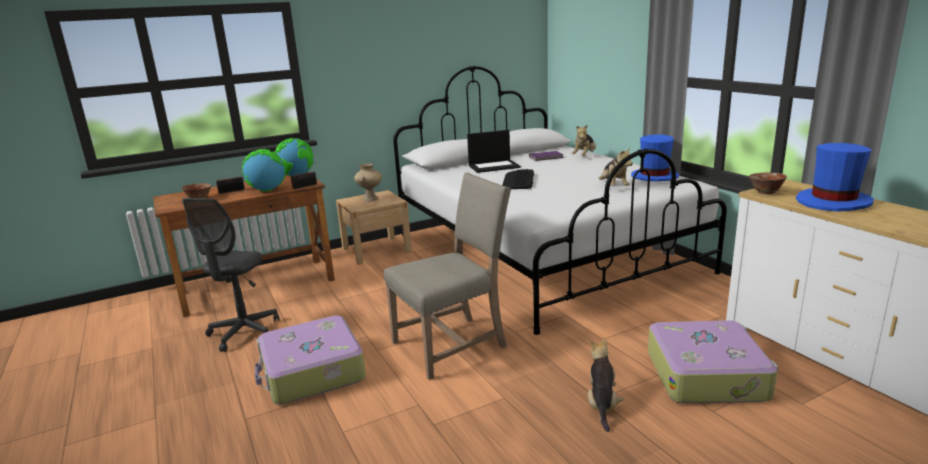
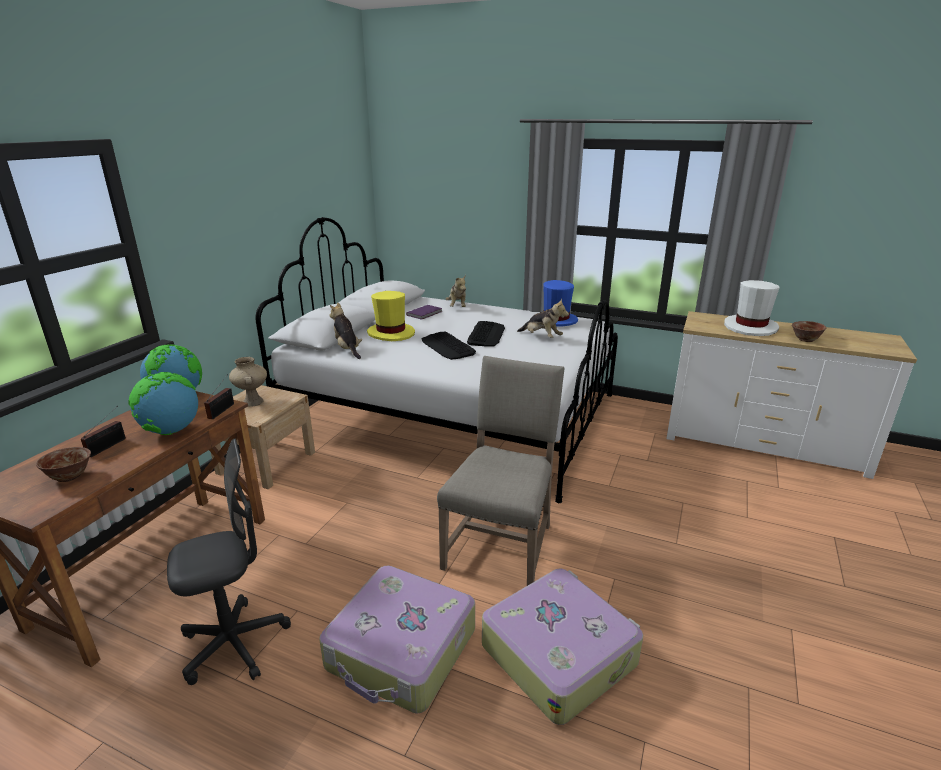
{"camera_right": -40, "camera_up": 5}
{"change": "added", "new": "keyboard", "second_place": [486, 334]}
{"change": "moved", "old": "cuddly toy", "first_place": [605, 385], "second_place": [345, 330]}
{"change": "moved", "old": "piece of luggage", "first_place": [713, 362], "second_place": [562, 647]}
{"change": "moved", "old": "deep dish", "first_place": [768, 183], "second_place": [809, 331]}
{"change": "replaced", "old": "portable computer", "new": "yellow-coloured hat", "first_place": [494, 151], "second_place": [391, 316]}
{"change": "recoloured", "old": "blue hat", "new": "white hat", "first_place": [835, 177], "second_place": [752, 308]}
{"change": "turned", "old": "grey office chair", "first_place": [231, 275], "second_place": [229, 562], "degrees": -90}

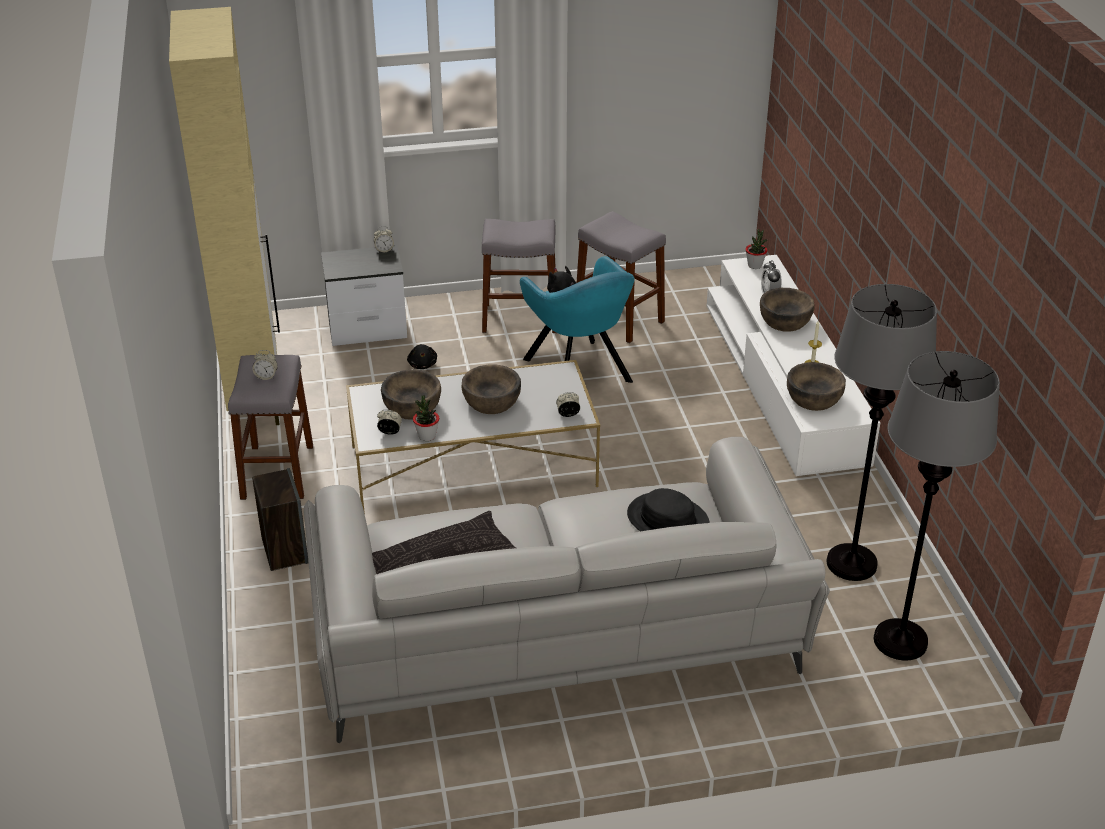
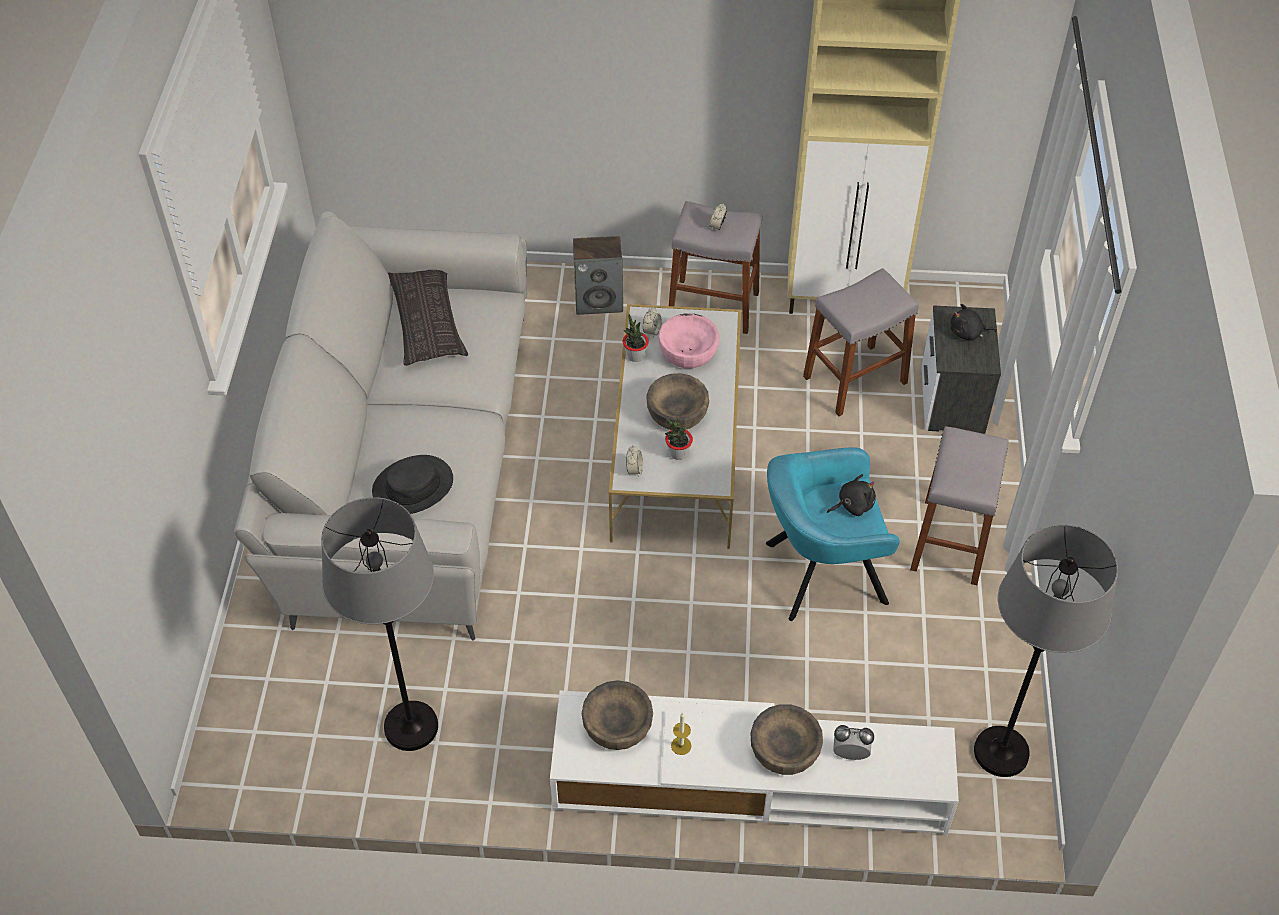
{"camera_right": 105, "camera_up": 15}
{"change": "removed", "old": "bedside clock", "first_place": [384, 239]}
{"change": "moved", "old": "blackish cuddly toy", "first_place": [422, 356], "second_place": [973, 322]}
{"change": "moved", "old": "grey stool", "first_place": [621, 277], "second_place": [861, 342]}
{"change": "moved", "old": "plant in a pot", "first_place": [756, 249], "second_place": [679, 439]}
{"change": "moved", "old": "grey floor lamp", "first_place": [937, 505], "second_place": [1046, 650]}
{"change": "recoloured", "old": "brownish deep dish", "new": "pink-coloured deep dish", "first_place": [411, 394], "second_place": [689, 341]}

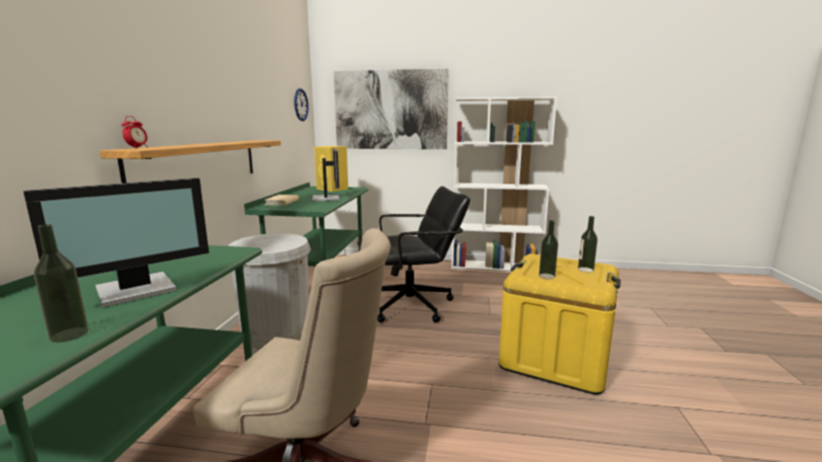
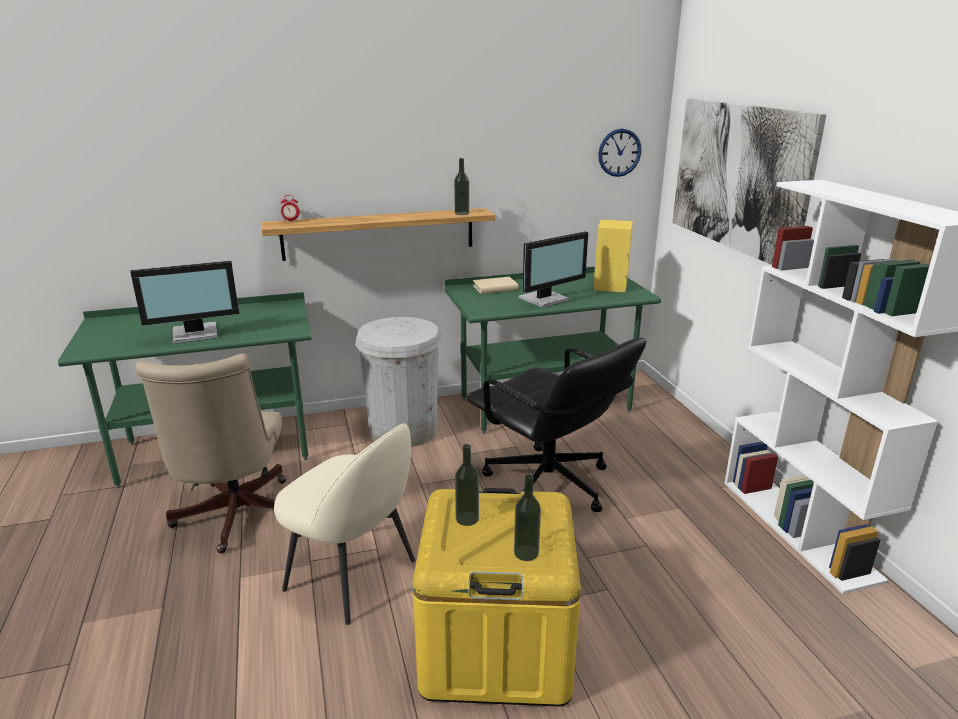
{"camera_right": 65, "camera_up": 10}
{"change": "added", "new": "beige-coloured upright chair", "second_place": [344, 524]}
{"change": "moved", "old": "drink bottle", "first_place": [61, 283], "second_place": [461, 186]}
{"change": "turned", "old": "monitor", "first_place": [116, 243], "second_place": [184, 302], "degrees": -45}

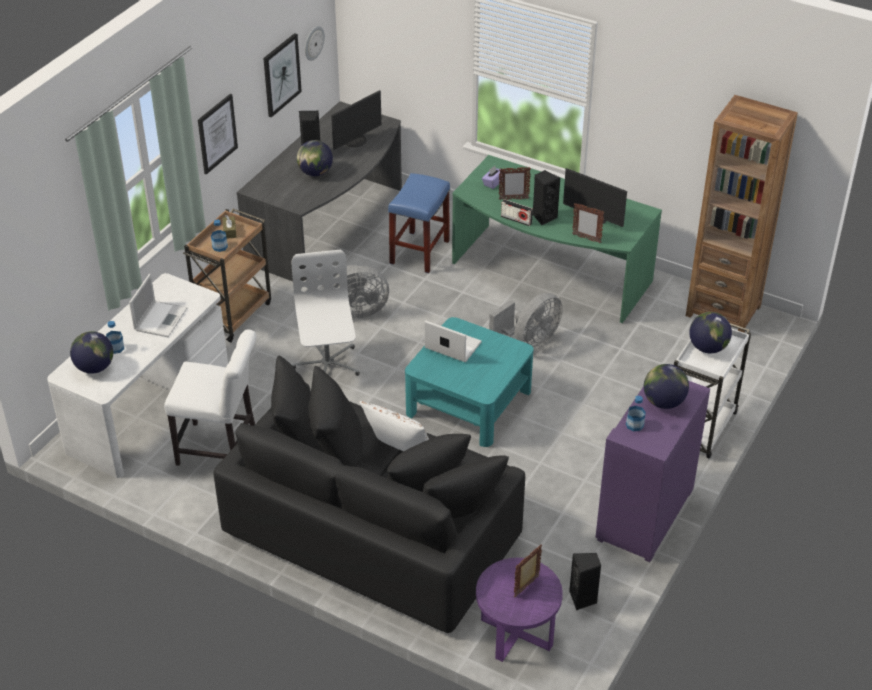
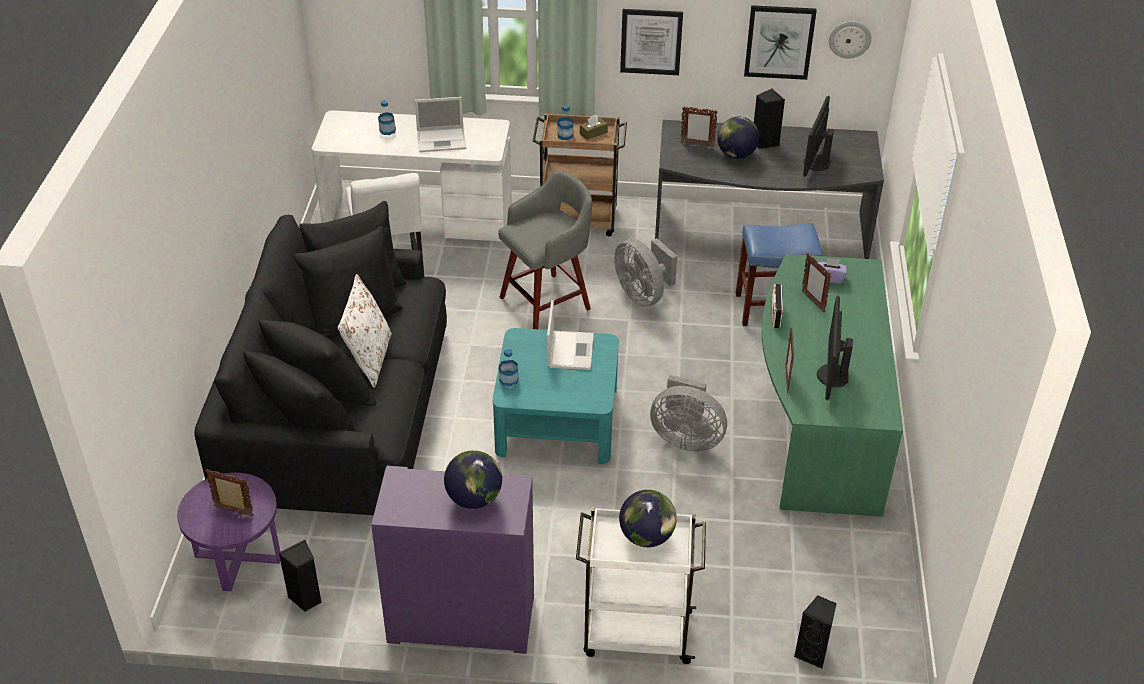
{"camera_right": 65, "camera_up": 0}
{"change": "removed", "old": "world globe", "first_place": [91, 352]}
{"change": "removed", "old": "brownish bookshelf", "first_place": [742, 214]}
{"change": "added", "new": "photo frame", "second_place": [699, 127]}
{"change": "moved", "old": "blackish speaker", "first_place": [546, 197], "second_place": [815, 632]}
{"change": "moved", "old": "drink bottle", "first_place": [636, 413], "second_place": [508, 368]}
{"change": "replaced", "old": "white office chair", "new": "grey stool", "first_place": [326, 313], "second_place": [545, 249]}
{"change": "turned", "old": "monitor", "first_place": [356, 120], "second_place": [818, 136], "degrees": 90}

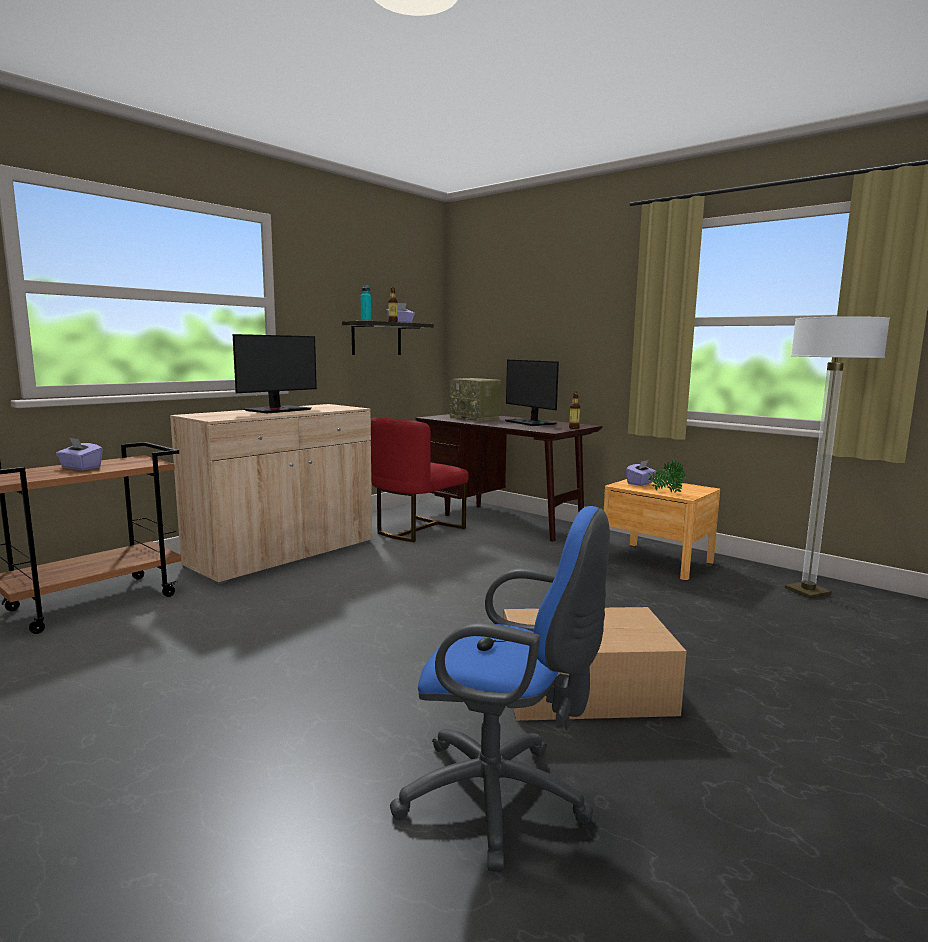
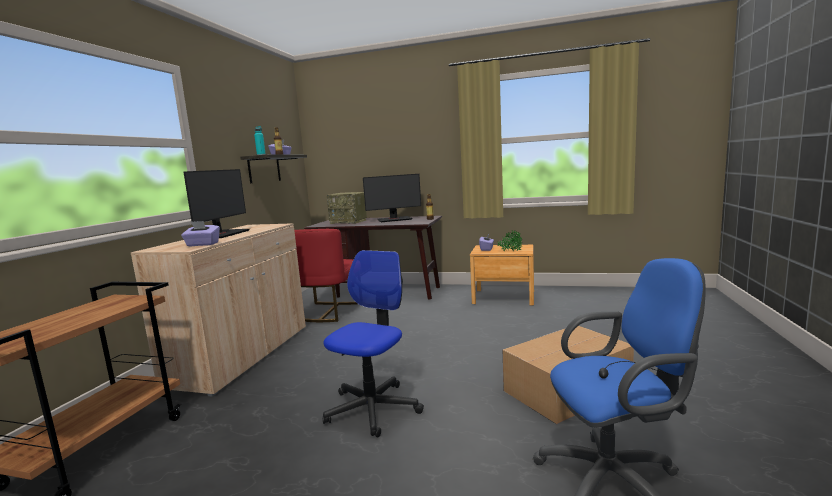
{"camera_right": -25, "camera_up": 0}
{"change": "removed", "old": "floor lamp", "first_place": [837, 457]}
{"change": "added", "new": "office chair", "second_place": [373, 344]}
{"change": "moved", "old": "purple tissue box", "first_place": [79, 454], "second_place": [200, 233]}
{"change": "turned", "old": "monitor", "first_place": [532, 393], "second_place": [392, 198], "degrees": -45}

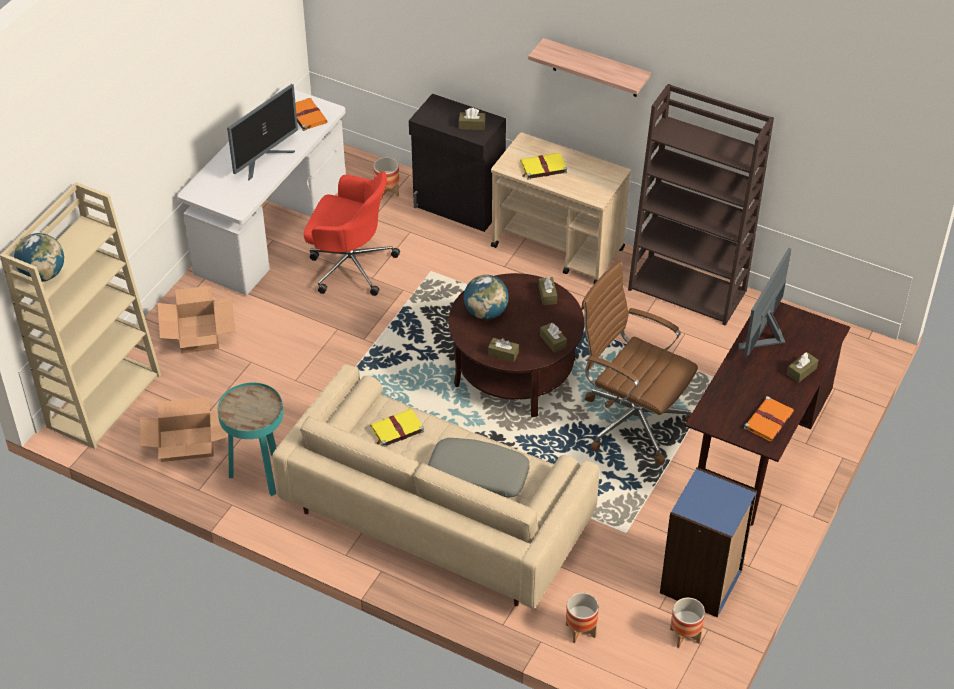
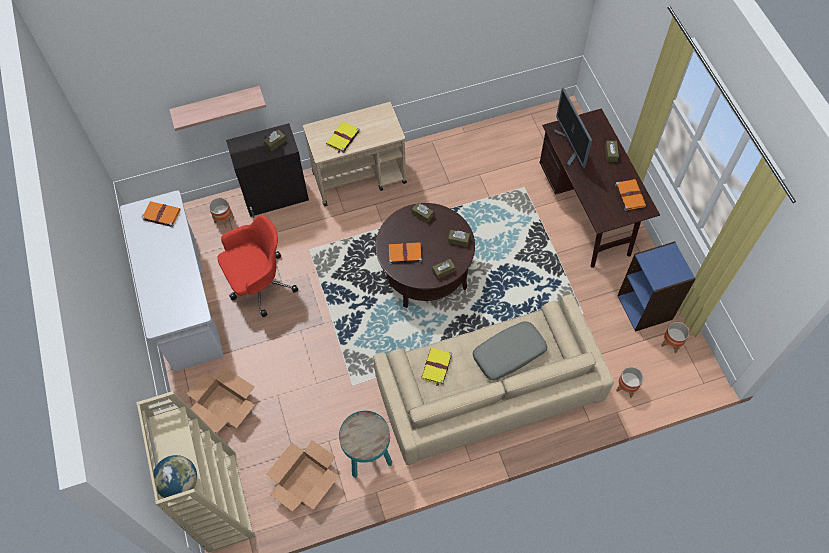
{"camera_right": -45, "camera_up": 15}
{"change": "removed", "old": "monitor", "first_place": [262, 132]}
{"change": "removed", "old": "brownish office chair", "first_place": [639, 363]}
{"change": "removed", "old": "brownish bookshelf", "first_place": [701, 205]}
{"change": "moved", "old": "bracket shelf", "first_place": [589, 67], "second_place": [217, 108]}
{"change": "replaced", "old": "world globe", "new": "orange bound book", "first_place": [486, 297], "second_place": [404, 253]}

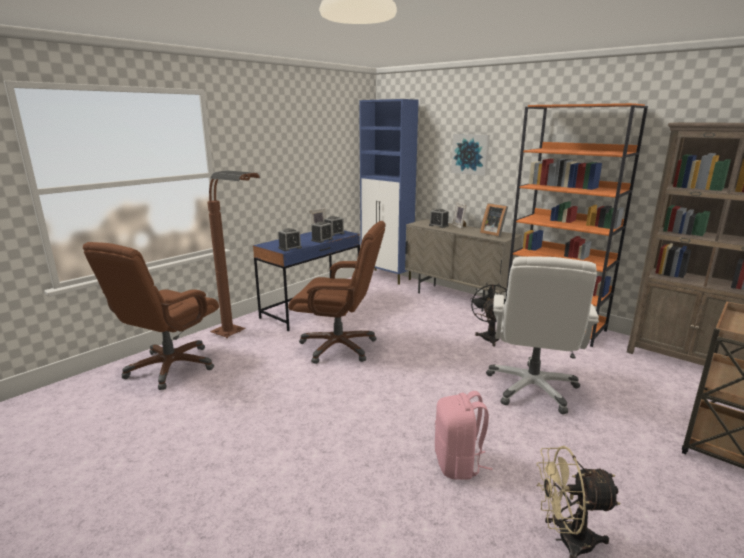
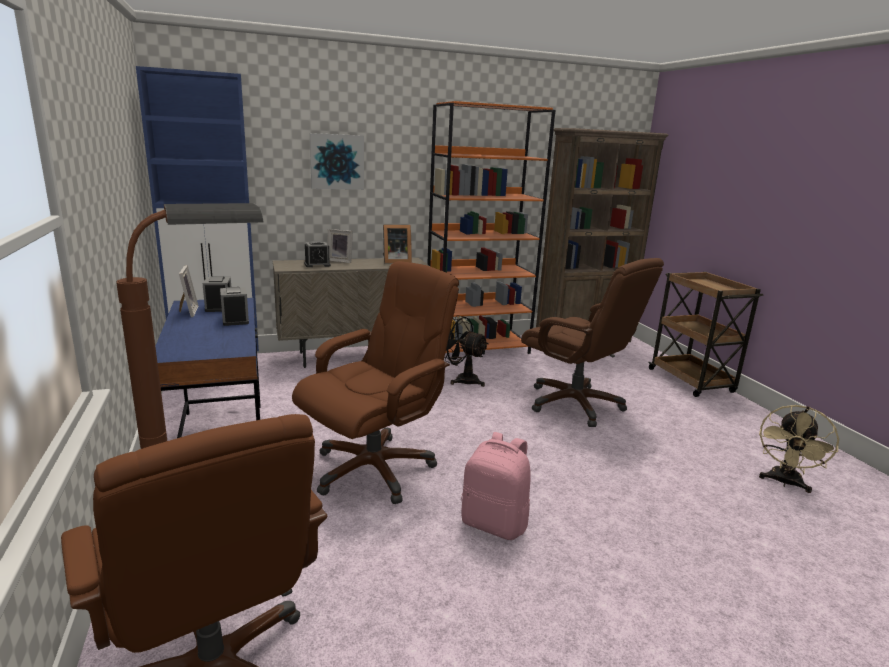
{"camera_right": -60, "camera_up": 0}
{"change": "removed", "old": "bedside clock", "first_place": [290, 239]}
{"change": "moved", "old": "pink-coloured knapsack", "first_place": [463, 435], "second_place": [496, 486]}
{"change": "recoloured", "old": "white office chair", "new": "brownish office chair", "first_place": [542, 335], "second_place": [592, 342]}

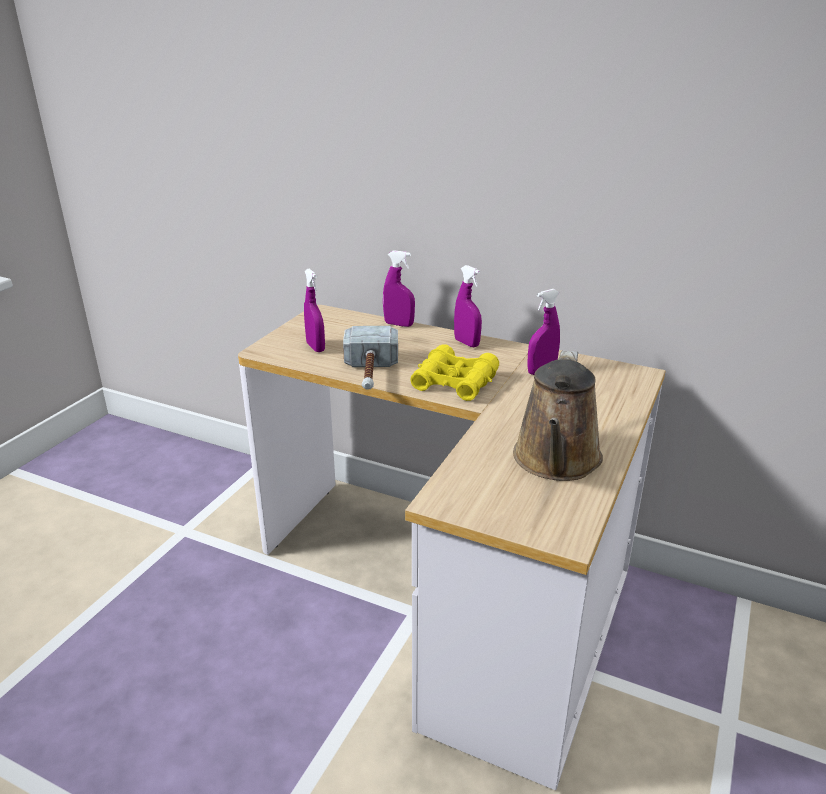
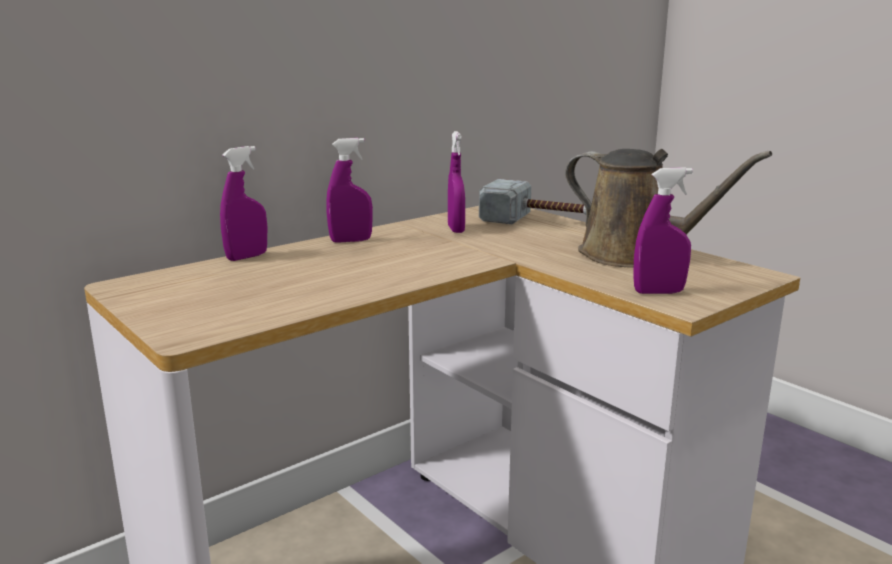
{"camera_right": -65, "camera_up": -10}
{"change": "removed", "old": "yellow-coloured pair of binoculars", "first_place": [454, 372]}
{"change": "moved", "old": "purple sprayer", "first_place": [314, 310], "second_place": [663, 230]}
{"change": "moved", "old": "tool hammer", "first_place": [370, 358], "second_place": [533, 201]}

